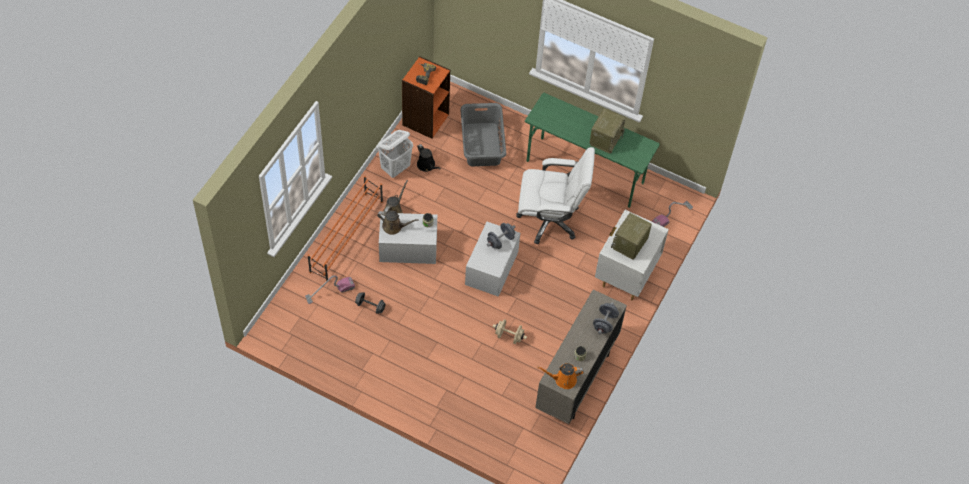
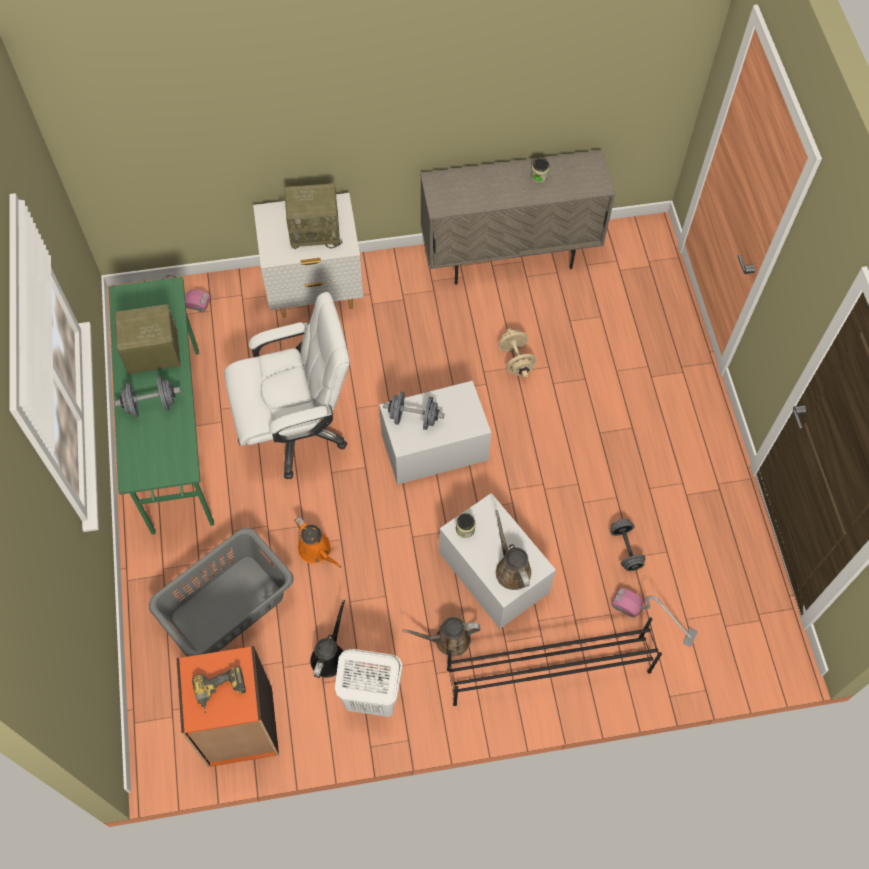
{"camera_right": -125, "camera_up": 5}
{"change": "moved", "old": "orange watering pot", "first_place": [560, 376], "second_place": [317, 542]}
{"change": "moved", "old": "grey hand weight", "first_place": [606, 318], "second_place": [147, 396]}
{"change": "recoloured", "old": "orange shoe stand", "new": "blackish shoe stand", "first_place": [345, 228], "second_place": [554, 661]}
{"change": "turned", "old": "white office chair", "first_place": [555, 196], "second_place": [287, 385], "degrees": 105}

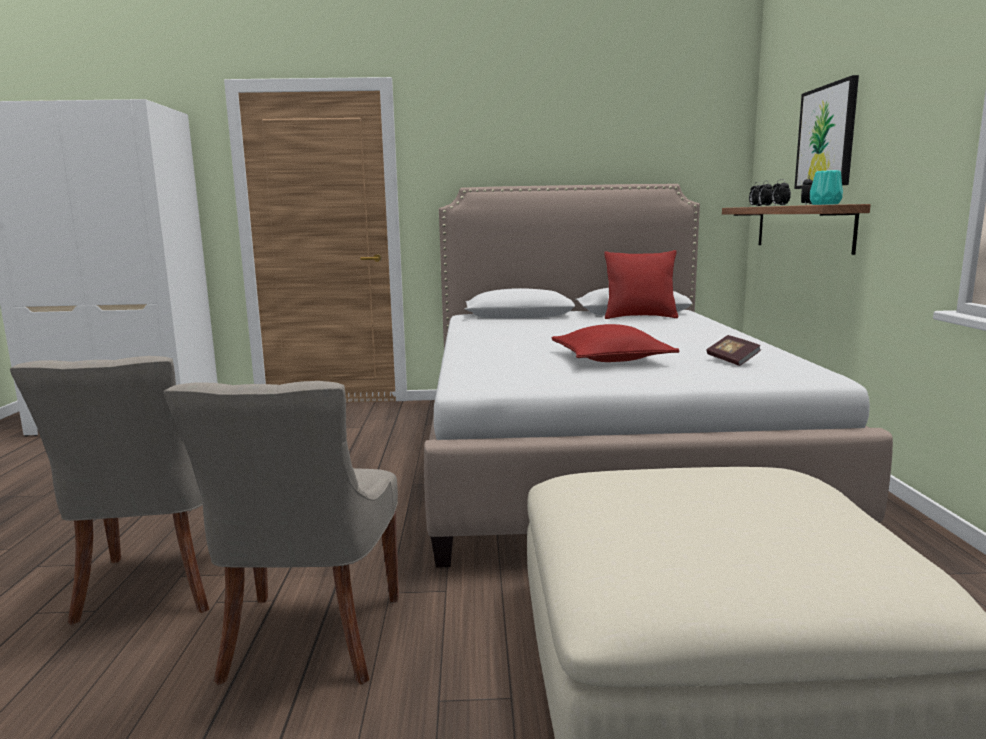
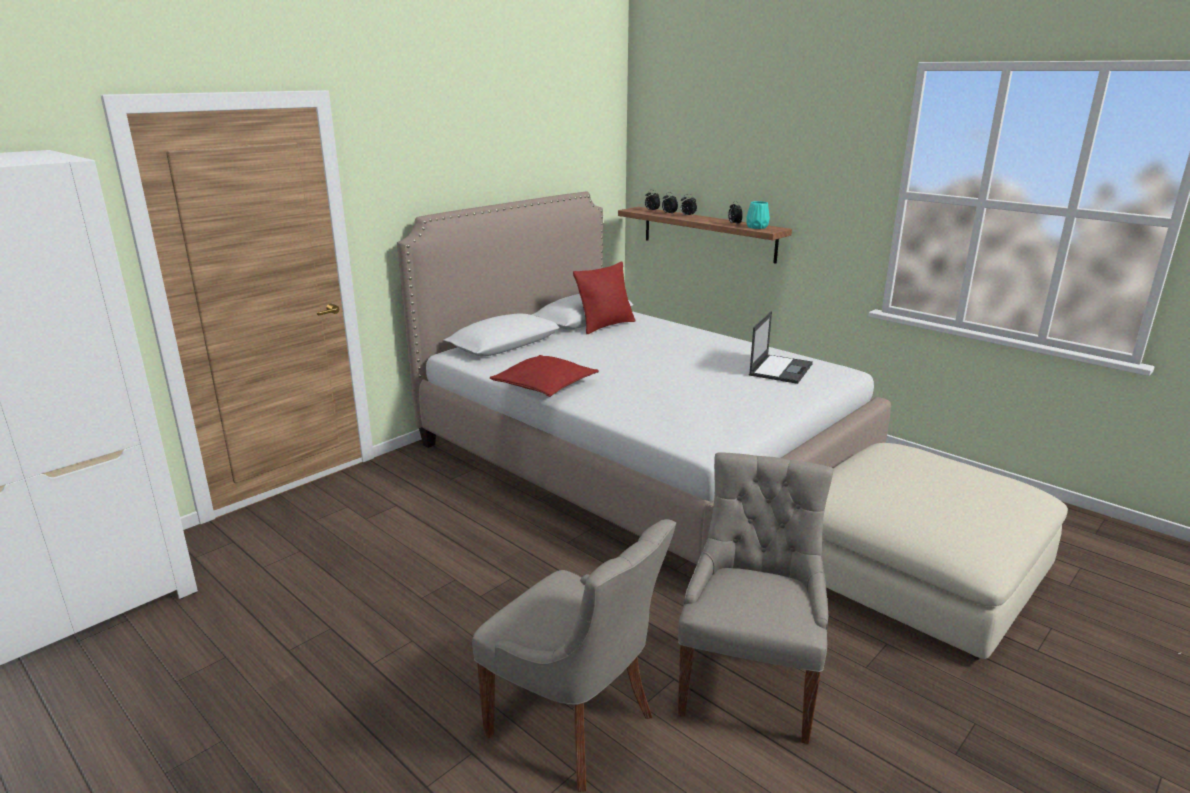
{"camera_right": -45, "camera_up": 10}
{"change": "removed", "old": "picture", "first_place": [826, 132]}
{"change": "moved", "old": "red cushion", "first_place": [615, 343], "second_place": [544, 376]}
{"change": "replaced", "old": "bound book", "new": "portable computer", "first_place": [733, 350], "second_place": [781, 347]}
{"change": "turned", "old": "grey upright chair", "first_place": [281, 533], "second_place": [755, 598], "degrees": -120}

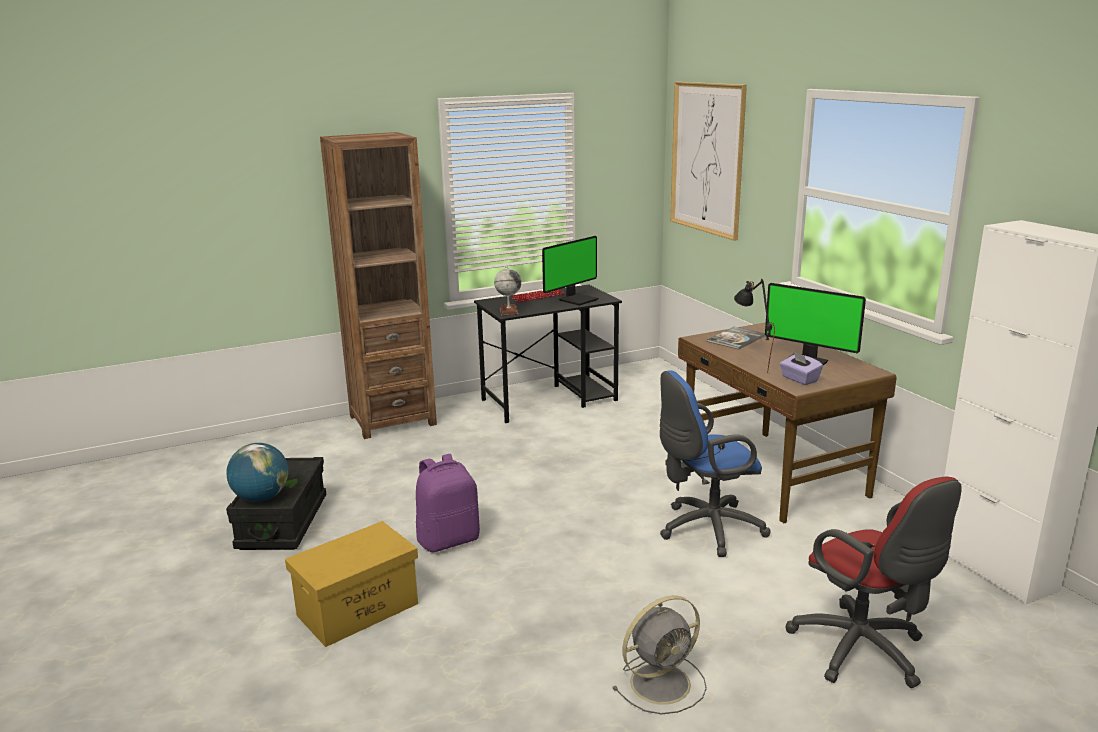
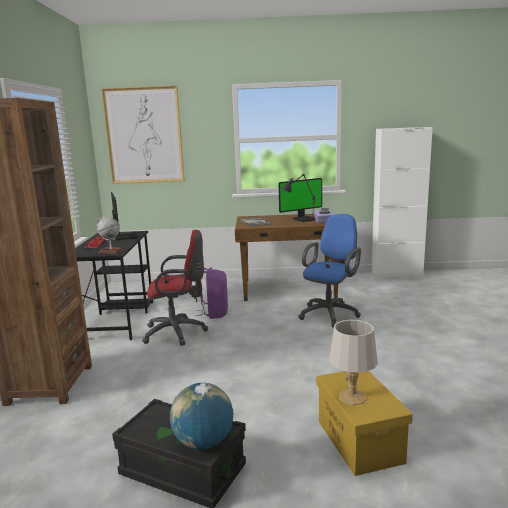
{"camera_right": -65, "camera_up": -5}
{"change": "removed", "old": "grey fan", "first_place": [659, 655]}
{"change": "added", "new": "grey tabletop lamp", "second_place": [353, 362]}
{"change": "moved", "old": "purple knapsack", "first_place": [448, 503], "second_place": [211, 293]}
{"change": "moved", "old": "red office chair", "first_place": [873, 582], "second_place": [175, 288]}
{"change": "turned", "old": "blue office chair", "first_place": [715, 463], "second_place": [329, 270], "degrees": -150}

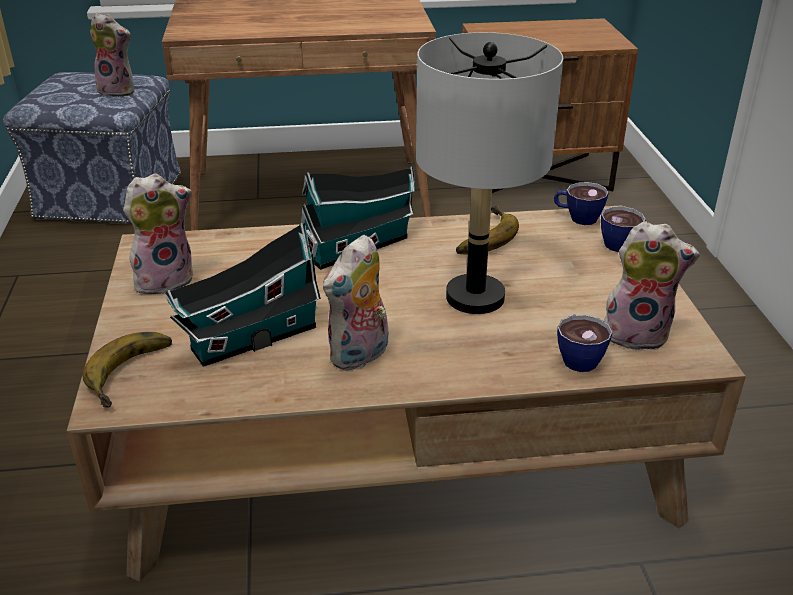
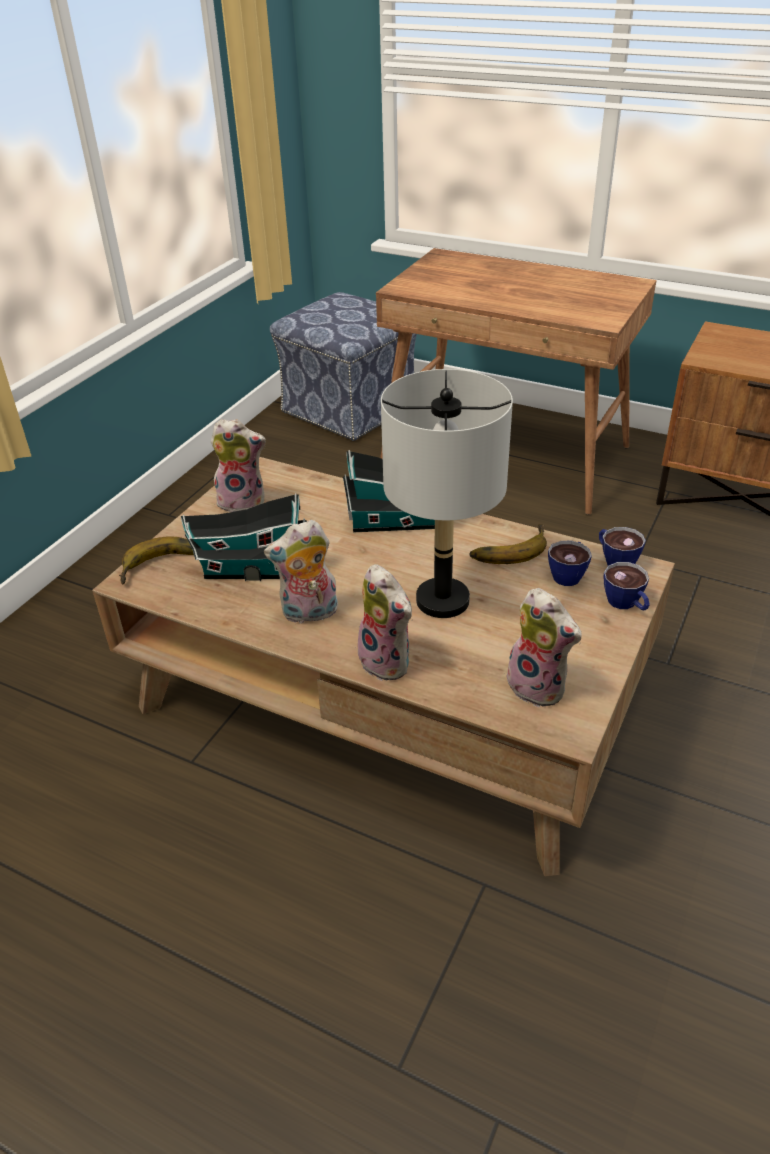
{"camera_right": 35, "camera_up": 5}
{"change": "moved", "old": "cuddly toy", "first_place": [112, 55], "second_place": [385, 622]}
{"change": "moved", "old": "small cup", "first_place": [585, 343], "second_place": [570, 563]}

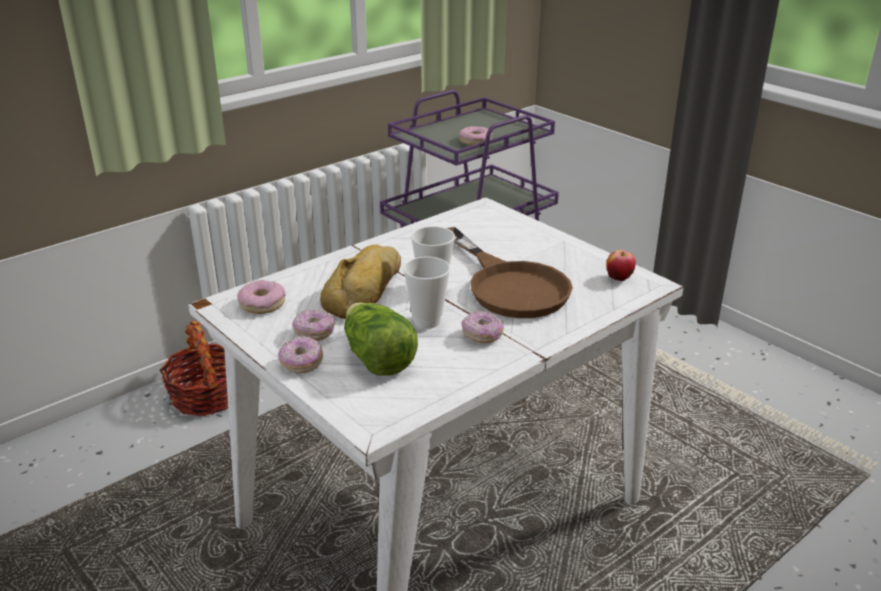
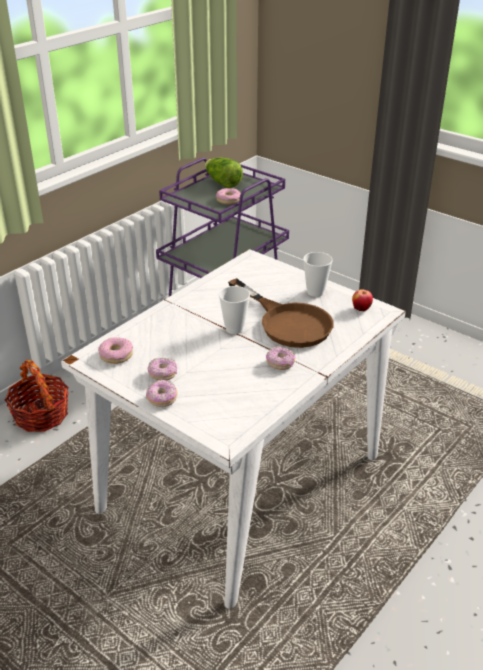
{"camera_right": -10, "camera_up": 5}
{"change": "removed", "old": "bakery bread", "first_place": [360, 282]}
{"change": "moved", "old": "head of lettuce", "first_place": [381, 339], "second_place": [224, 173]}
{"change": "moved", "old": "small cup", "first_place": [426, 293], "second_place": [318, 274]}

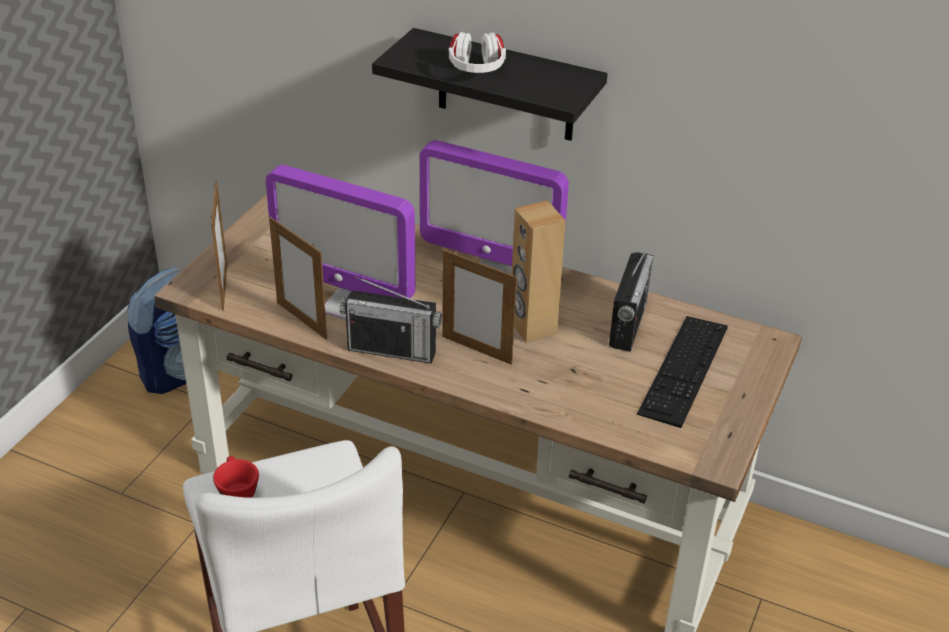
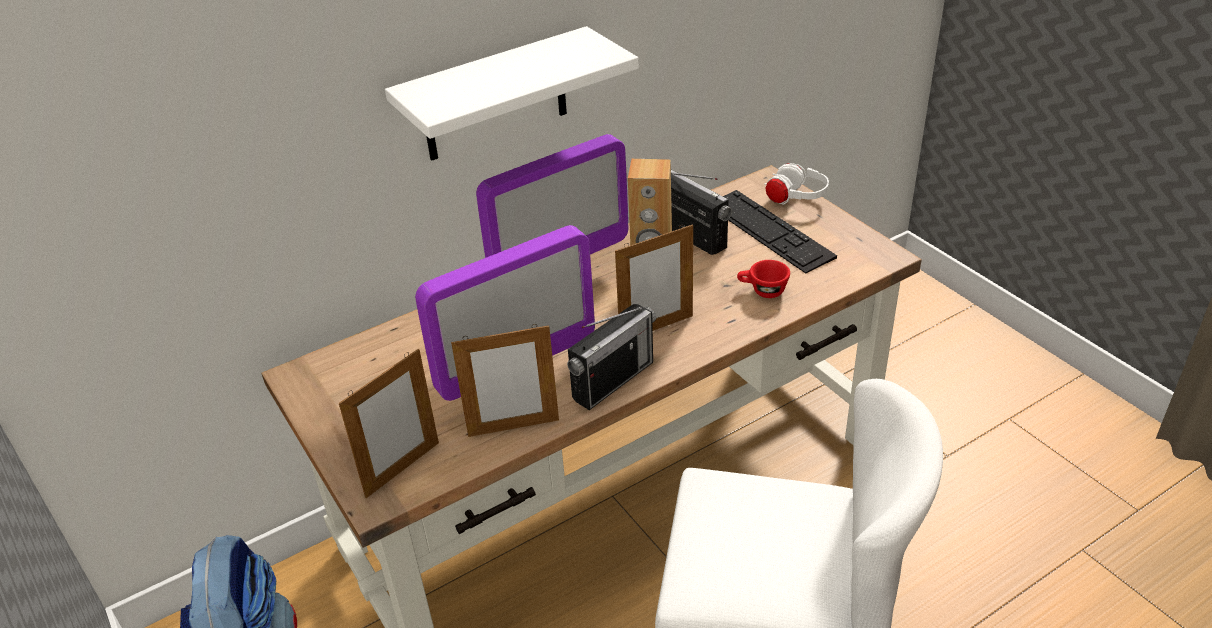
{"camera_right": -55, "camera_up": 0}
{"change": "moved", "old": "red small cup", "first_place": [236, 477], "second_place": [763, 279]}
{"change": "moved", "old": "white headset", "first_place": [477, 52], "second_place": [796, 184]}
{"change": "recoloured", "old": "blackish bracket shelf", "new": "white bracket shelf", "first_place": [490, 84], "second_place": [512, 93]}
{"change": "turned", "old": "photo frame", "first_place": [219, 245], "second_place": [389, 423], "degrees": 105}

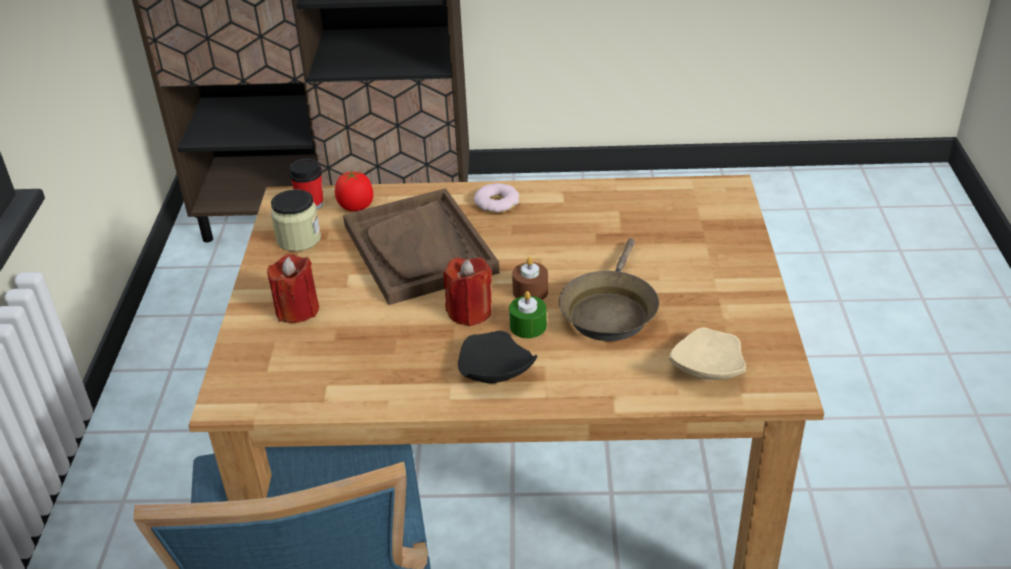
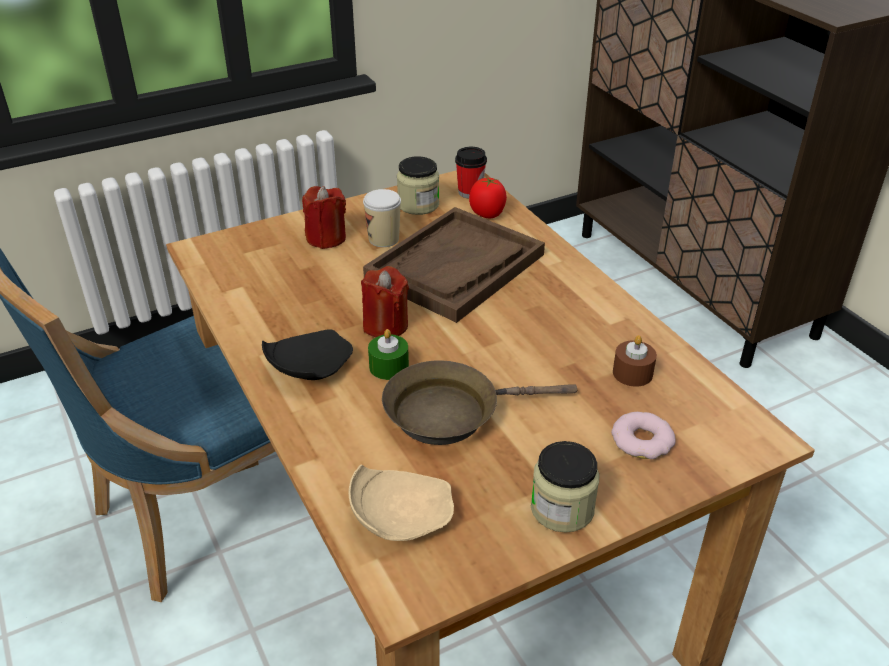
{"camera_right": 60, "camera_up": 0}
{"change": "added", "new": "small cup", "second_place": [382, 218]}
{"change": "added", "new": "storage jar", "second_place": [565, 487]}
{"change": "moved", "old": "ring doughnut", "first_place": [496, 198], "second_place": [643, 435]}
{"change": "moved", "old": "brownish candle", "first_place": [530, 278], "second_place": [635, 361]}

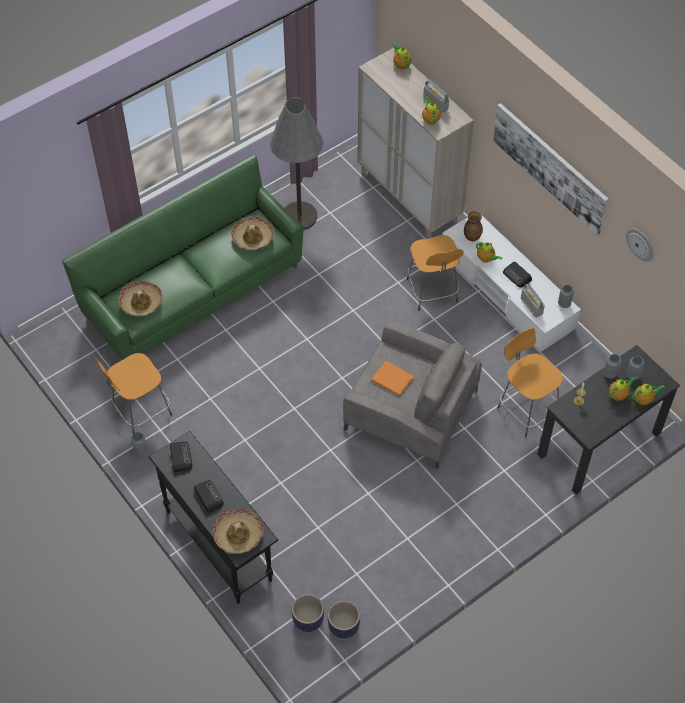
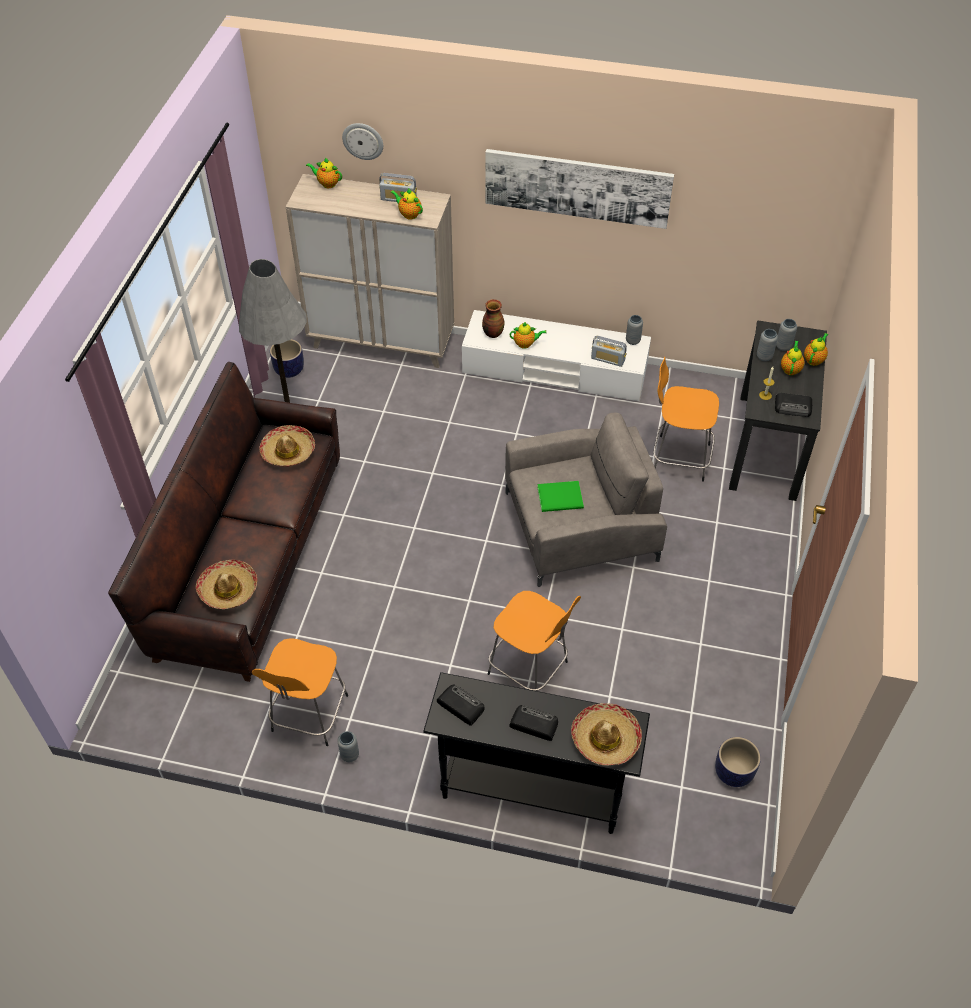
{"camera_right": -40, "camera_up": -5}
{"change": "moved", "old": "flower pot", "first_place": [308, 613], "second_place": [287, 358]}
{"change": "moved", "old": "orange stool", "first_place": [435, 273], "second_place": [534, 641]}
{"change": "moved", "old": "radio", "first_place": [517, 275], "second_place": [794, 405]}
{"change": "moved", "old": "clock on the wall", "first_place": [640, 245], "second_place": [362, 141]}
{"change": "recoloured", "old": "green settee", "new": "brownish settee", "first_place": [183, 257], "second_place": [224, 522]}
{"change": "recoloured", "old": "orange bound book", "new": "green bound book", "first_place": [392, 378], "second_place": [561, 496]}

